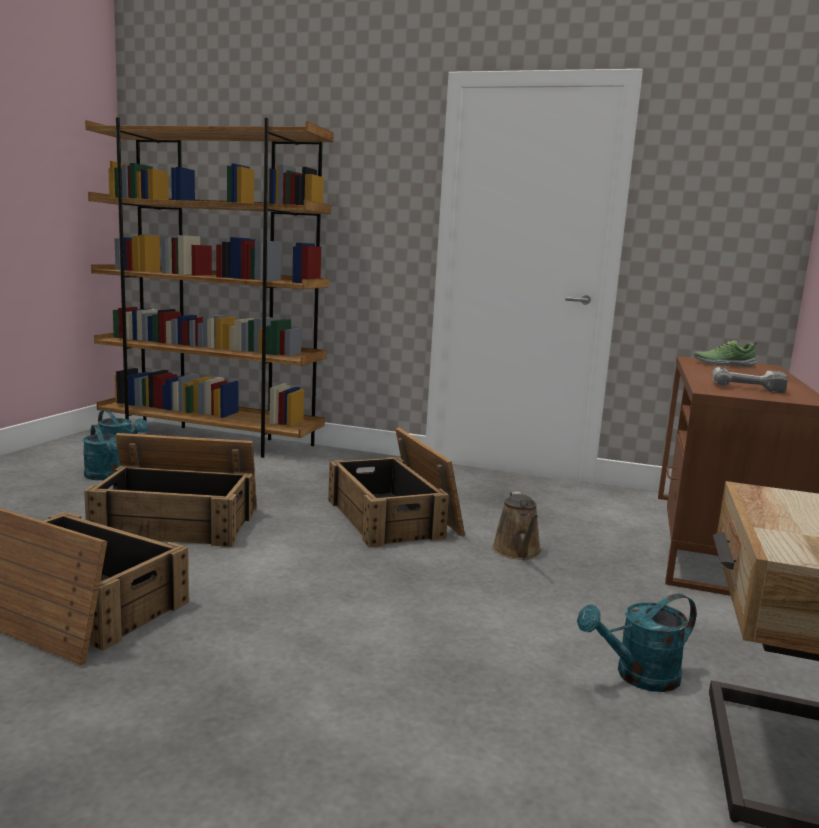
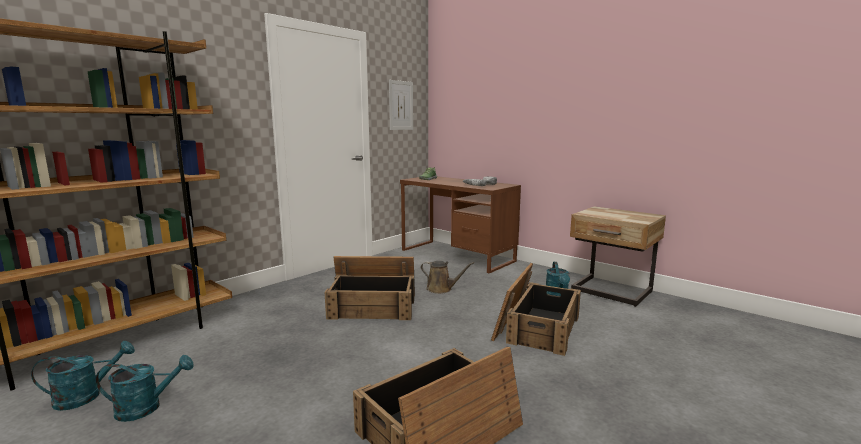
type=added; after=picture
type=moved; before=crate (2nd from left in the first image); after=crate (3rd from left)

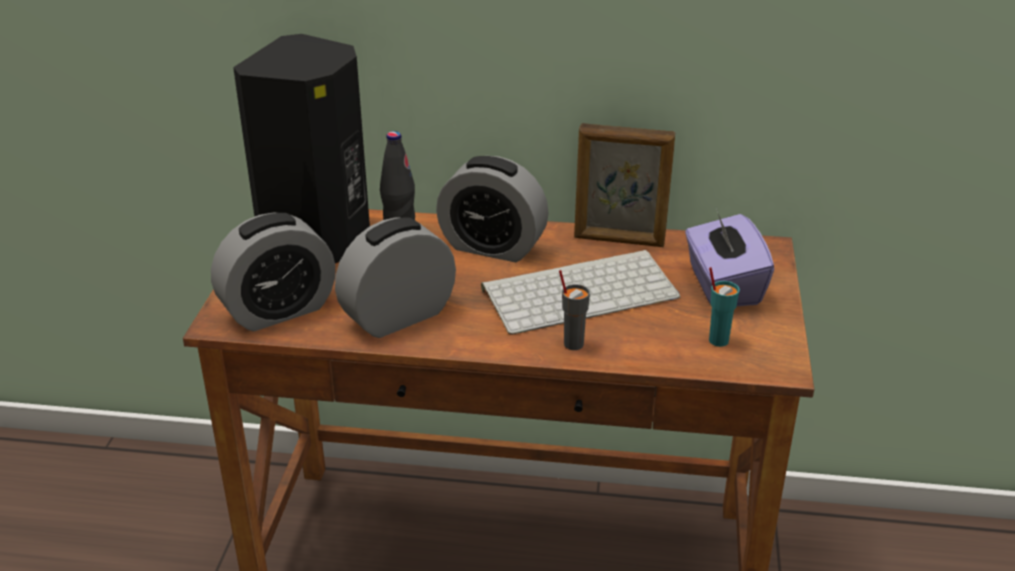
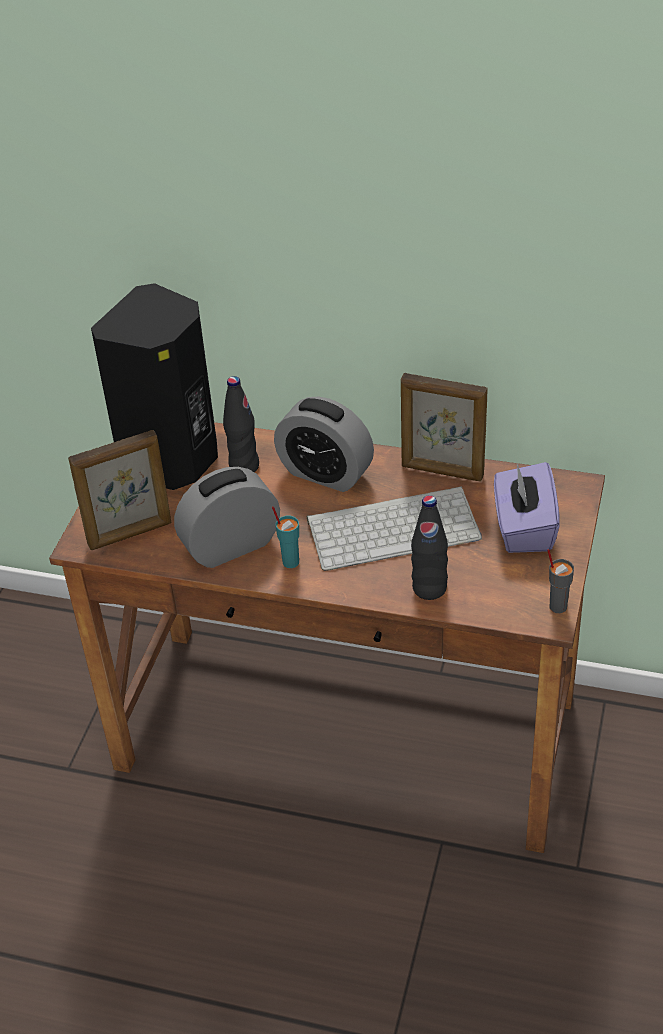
type=replaced; before=alarm clock (1st from left); after=picture frame (1st from left)
type=moved; before=turquoise cup
type=added; after=black bottle (2nd from left)
type=moved; before=grey cup

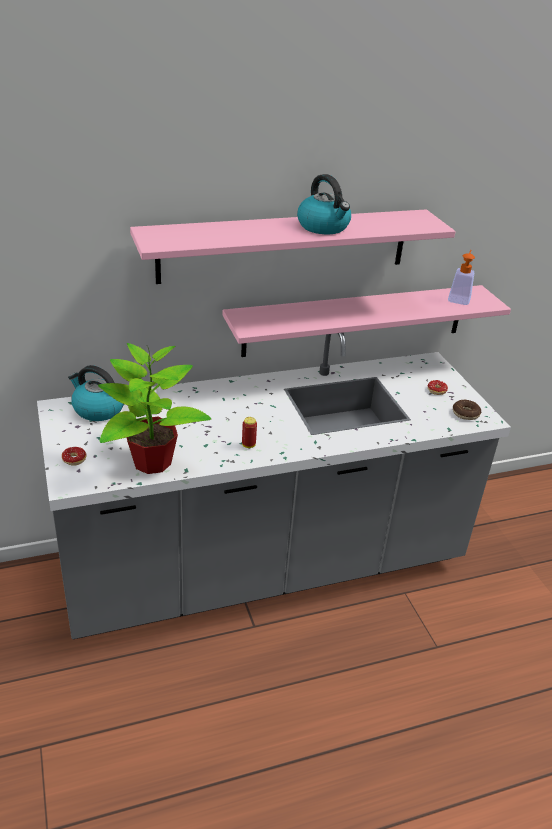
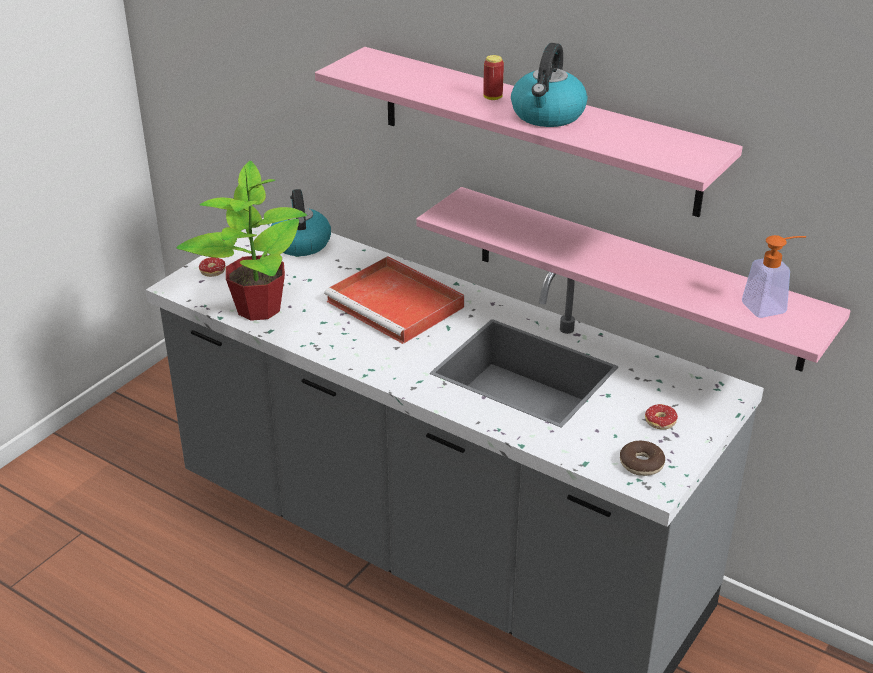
type=added; after=red tray
type=moved; before=can

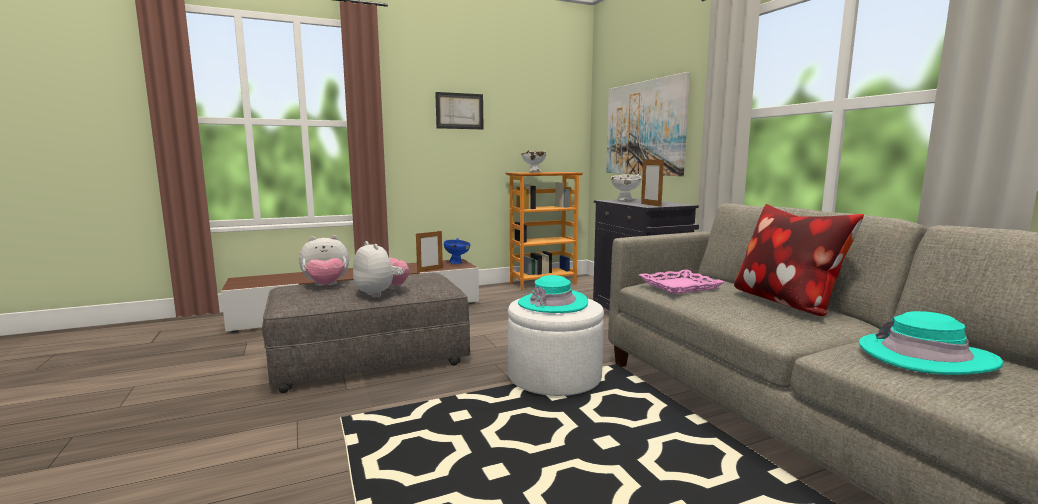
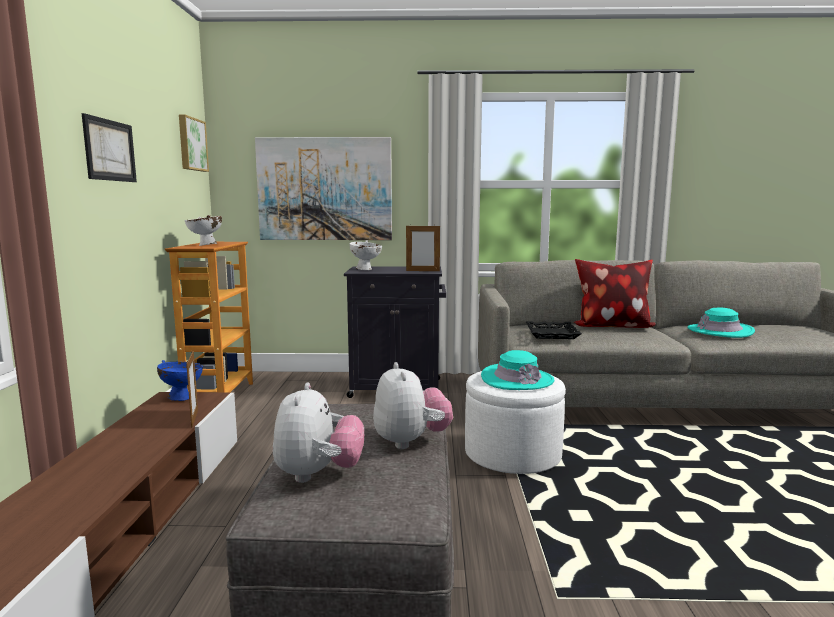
type=added; after=picture (2nd from left)
type=turned; before=plush toy (2nd from left); turn=90
type=recoloured; before=pink tray; after=black tray

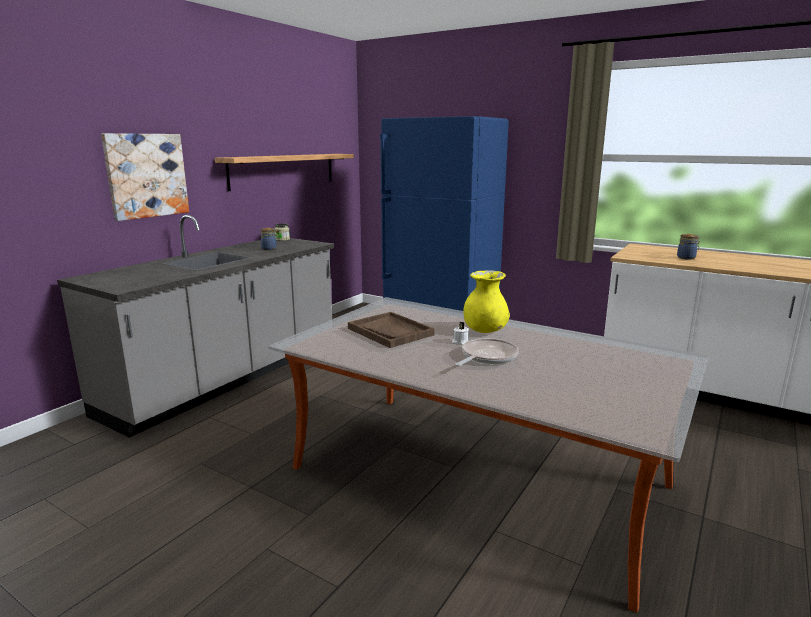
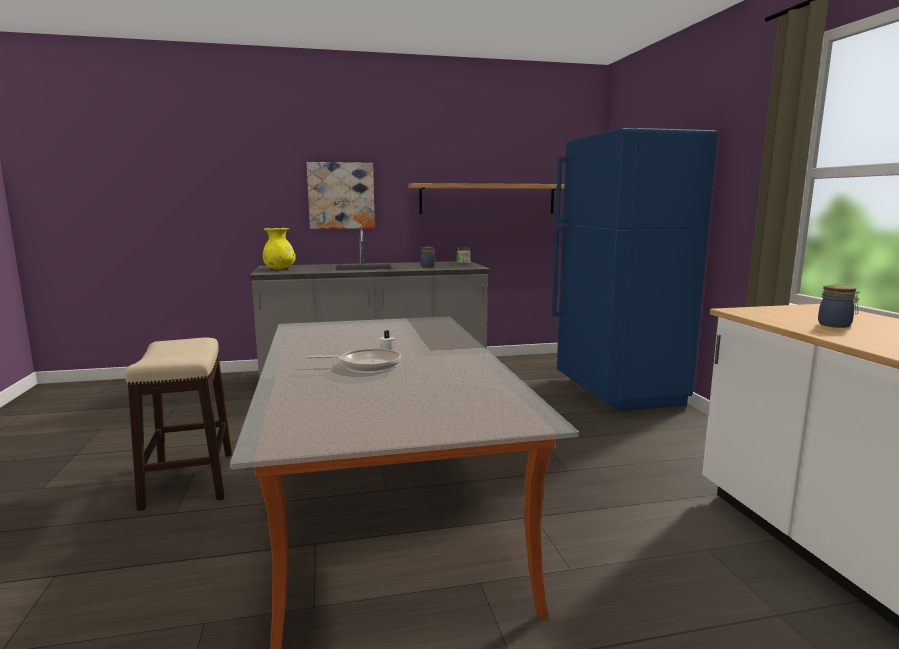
type=added; after=stool
type=moved; before=yellow vase
type=removed; before=brown tray

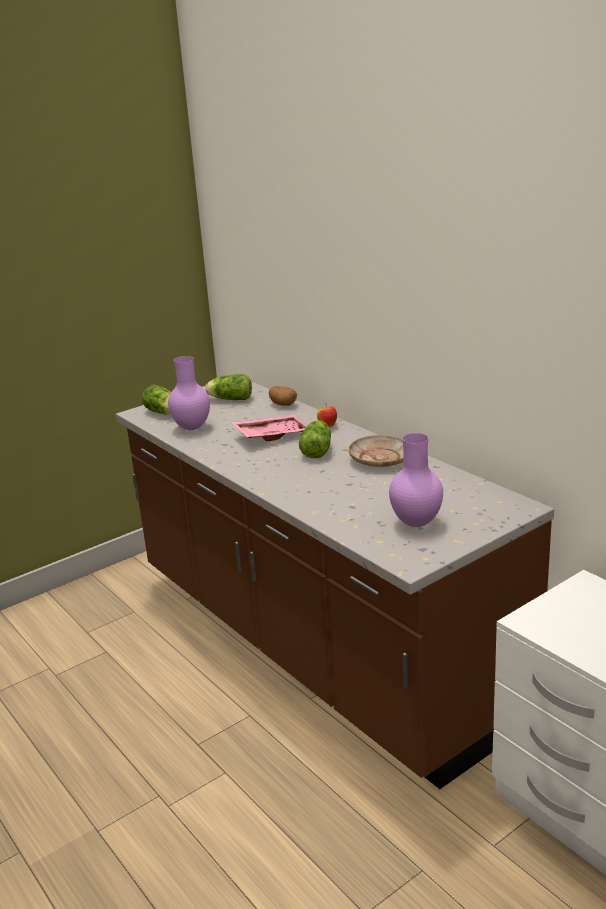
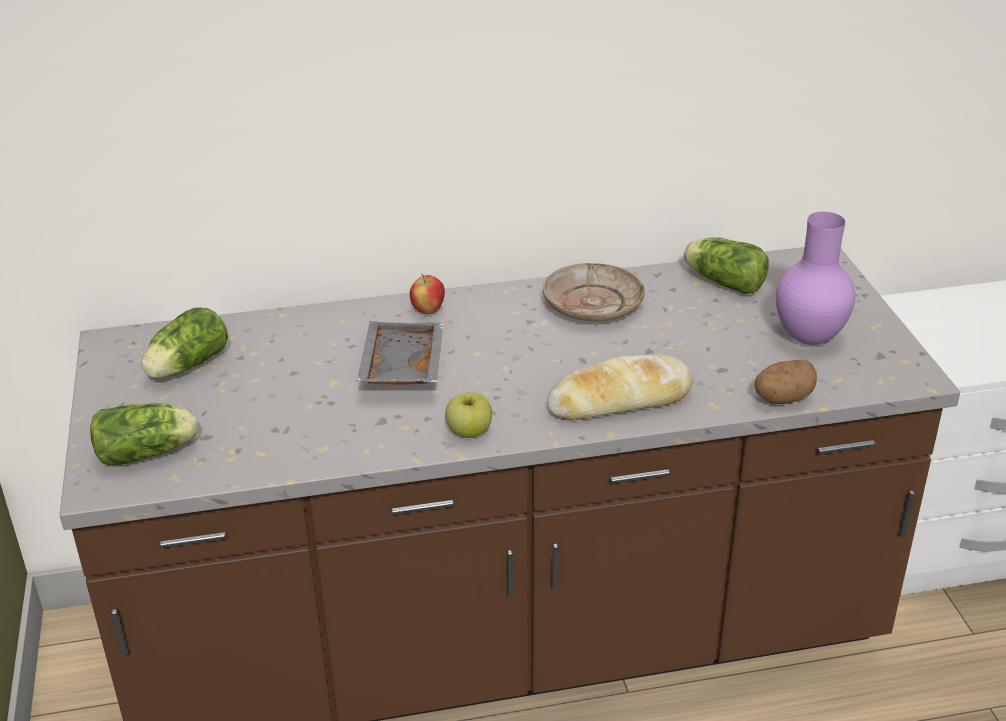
type=recoloured; before=pink tray; after=grey tray
type=added; after=apple (2nd from left)
type=added; after=bread
type=moved; before=lettuce (3rd from left)
type=moved; before=potato
type=removed; before=purple vase (1st from left)

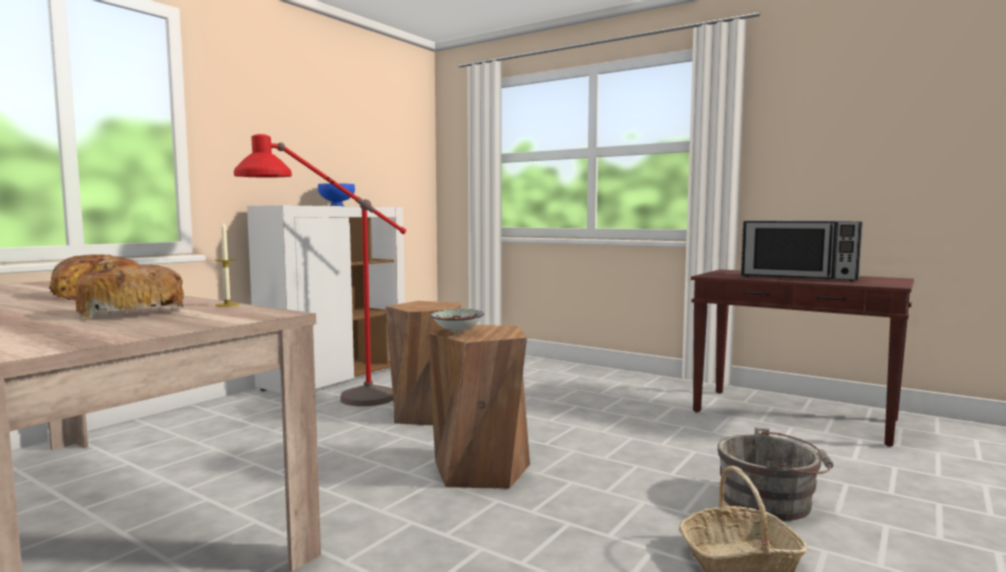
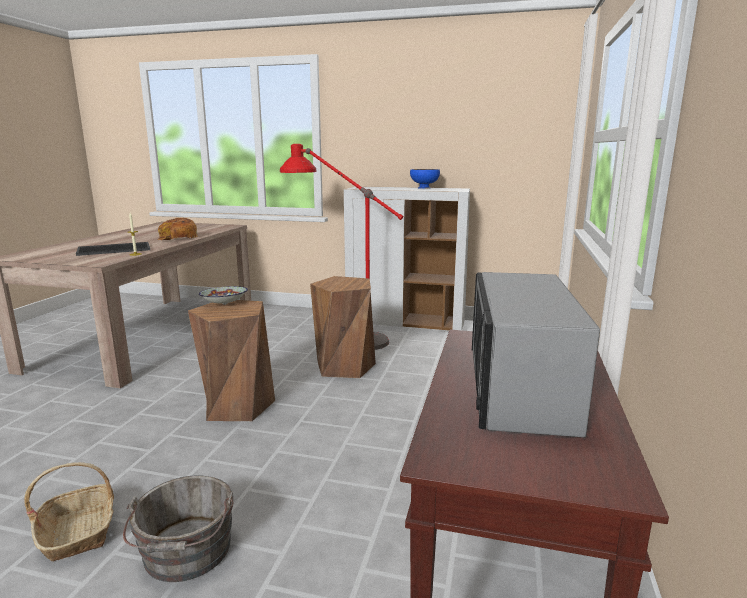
type=replaced; before=bread (2nd from left); after=tray

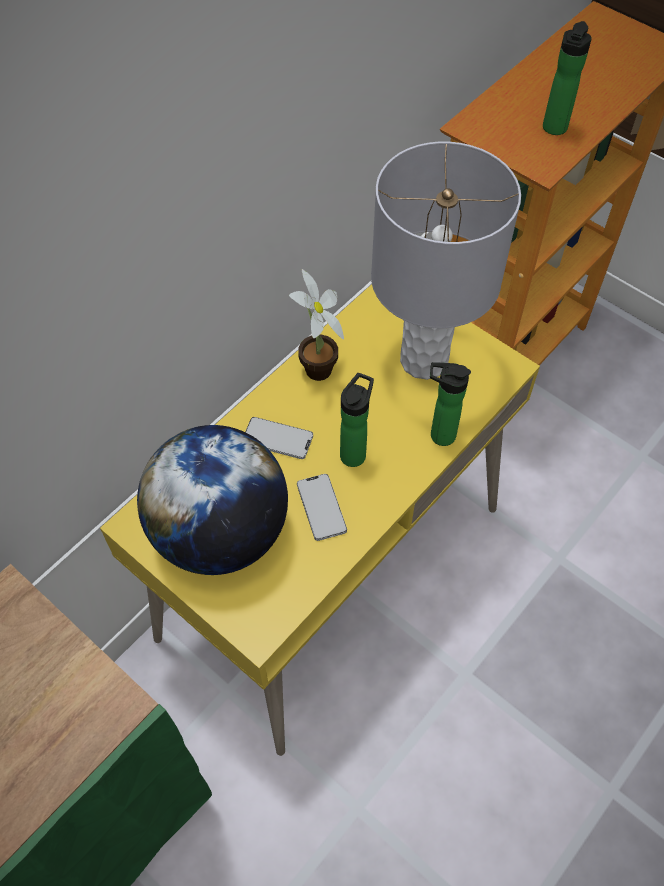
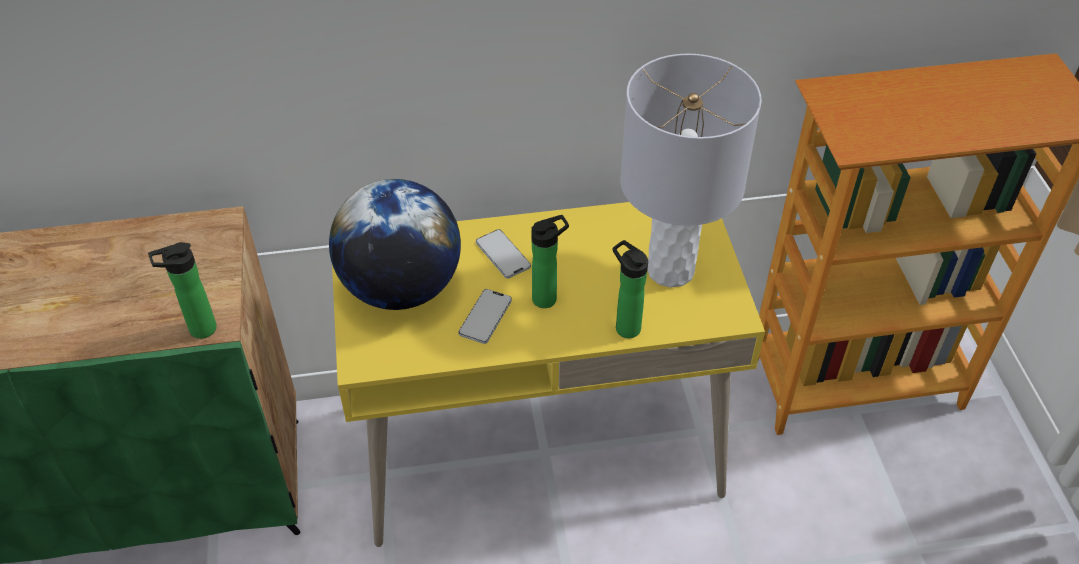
type=moved; before=bottle (3rd from left in the first image); after=bottle (1st from left)
type=removed; before=potted plant

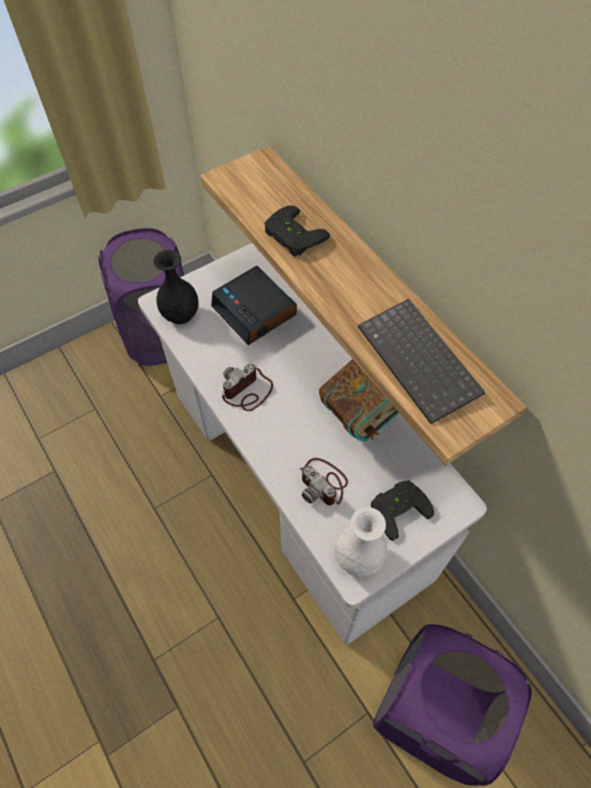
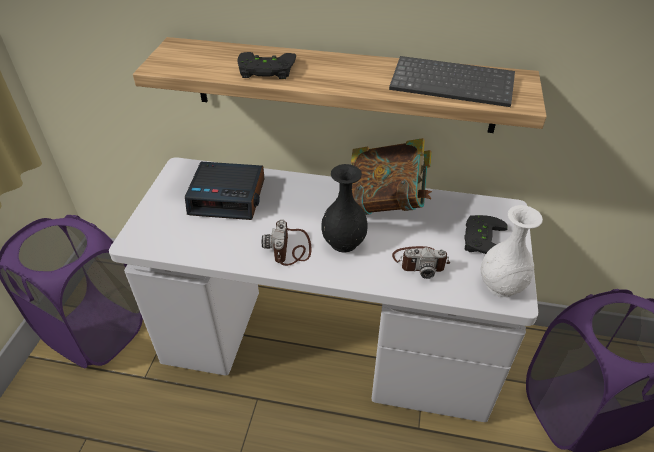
type=moved; before=black vase

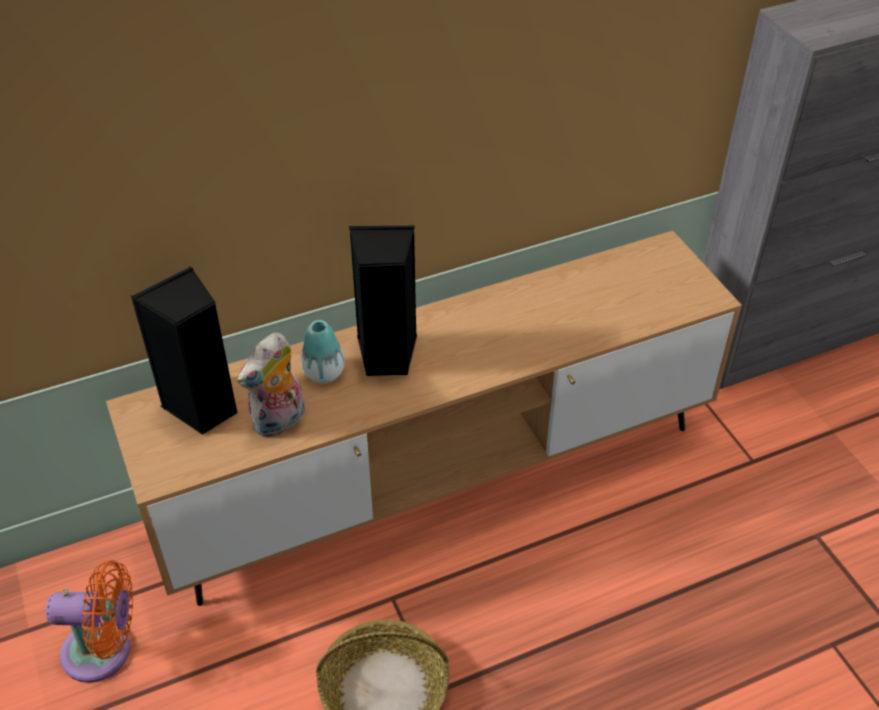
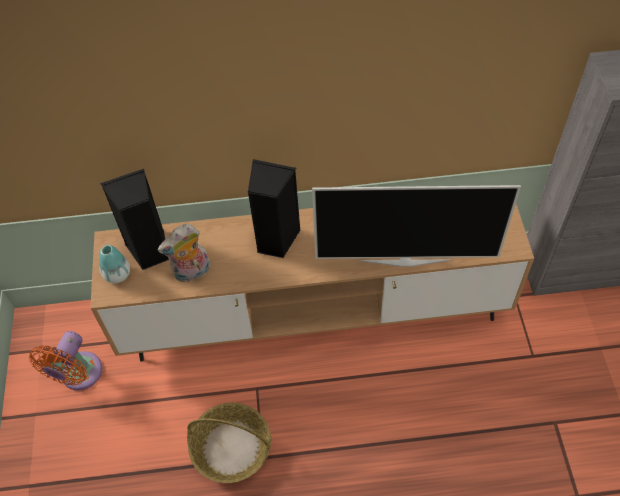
type=turned; before=orange fan; turn=90
type=moved; before=vase
type=added; after=television

